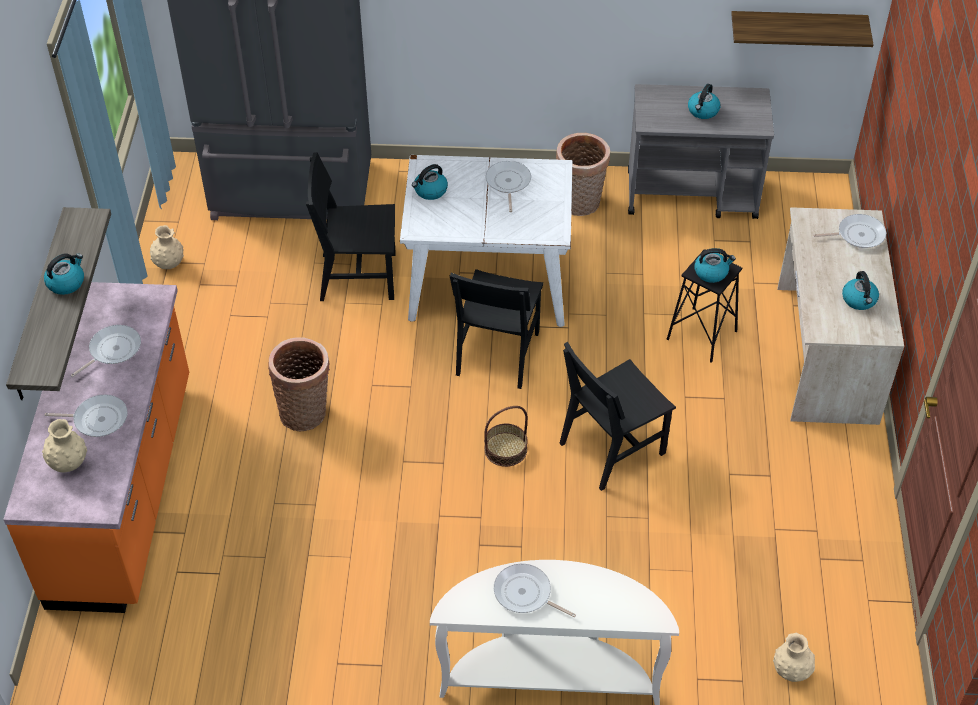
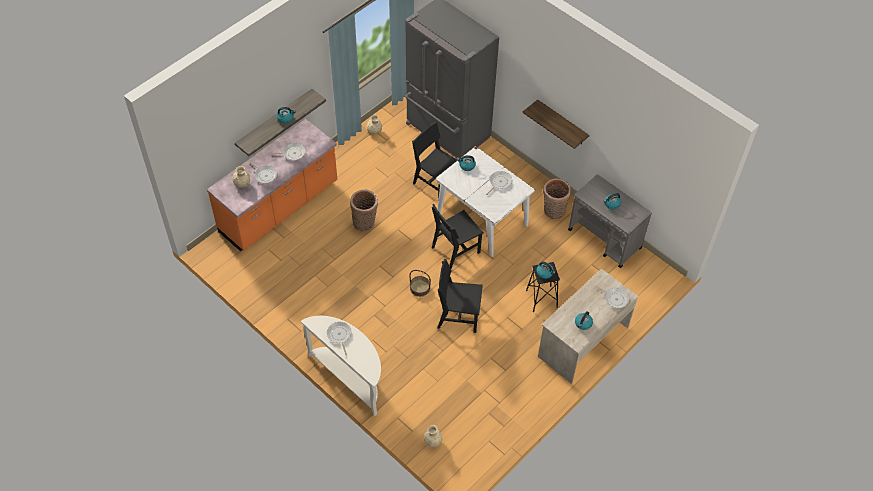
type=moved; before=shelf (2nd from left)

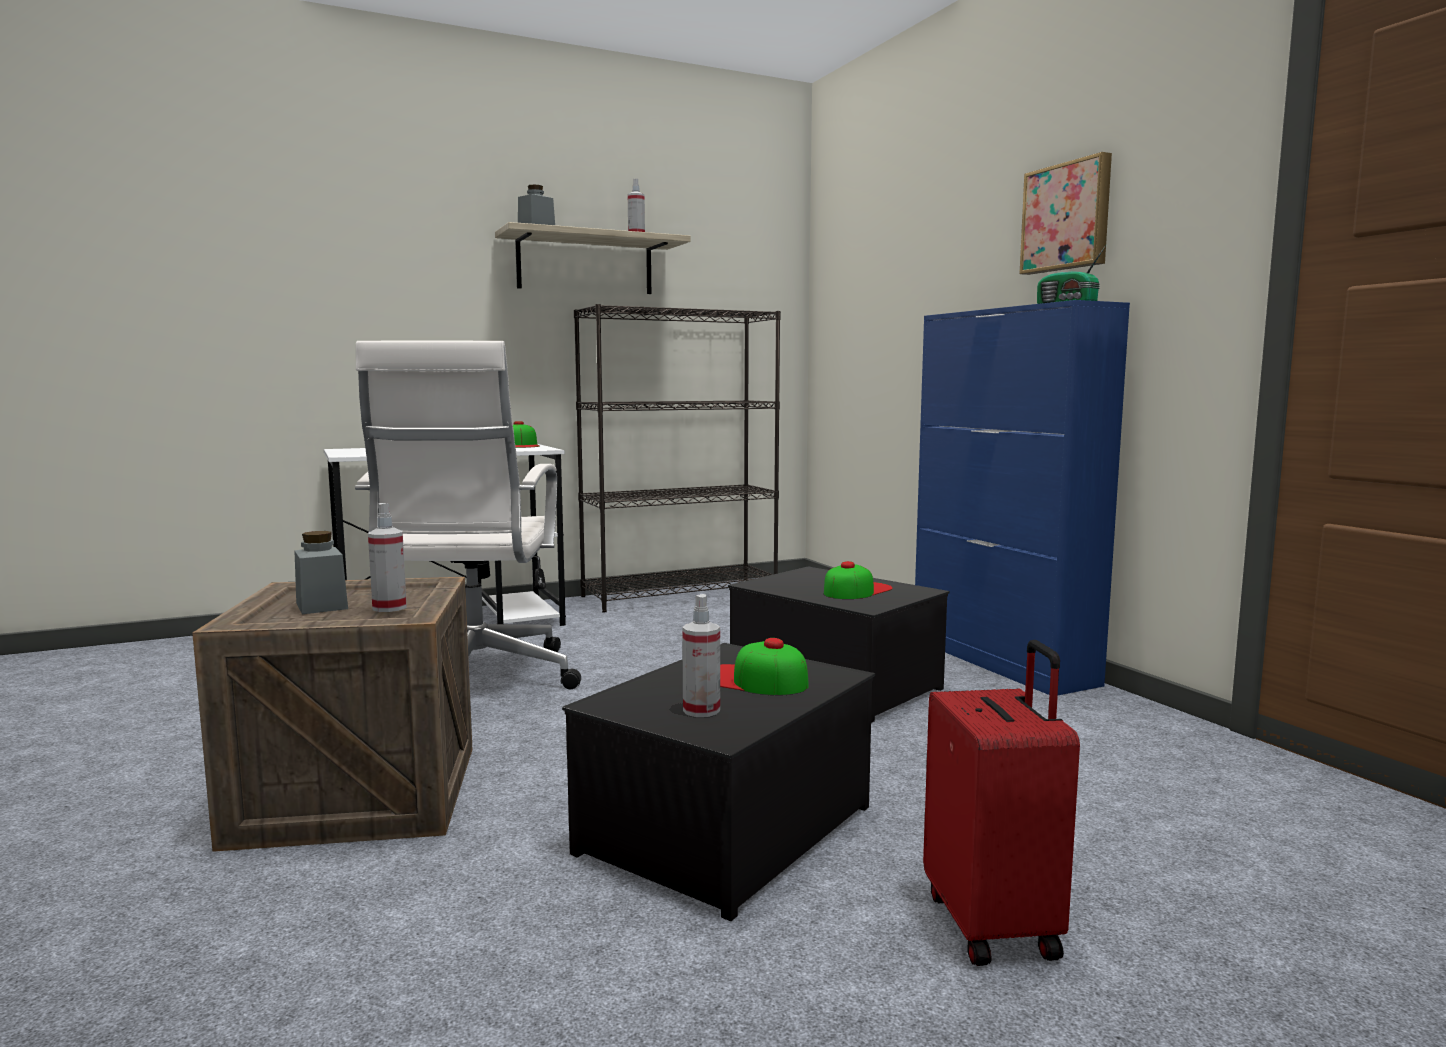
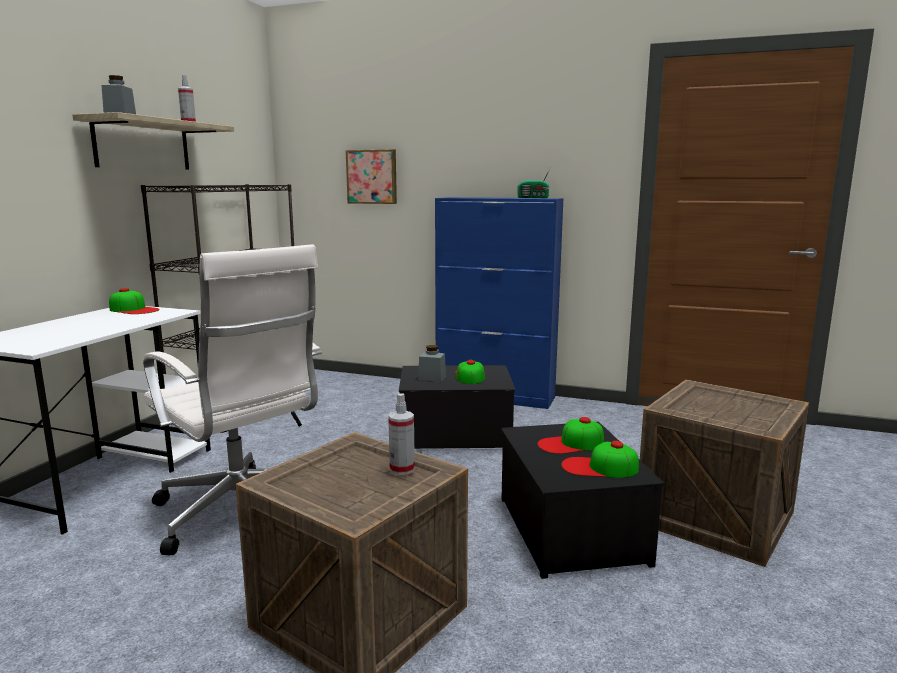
type=moved; before=picture
type=moved; before=grey jar (1st from left in the first image); after=grey jar (2nd from left)
type=replaced; before=spray bottle (3rd from left); after=cap (4th from left)
type=replaced; before=red suitcase; after=crate (2nd from left)

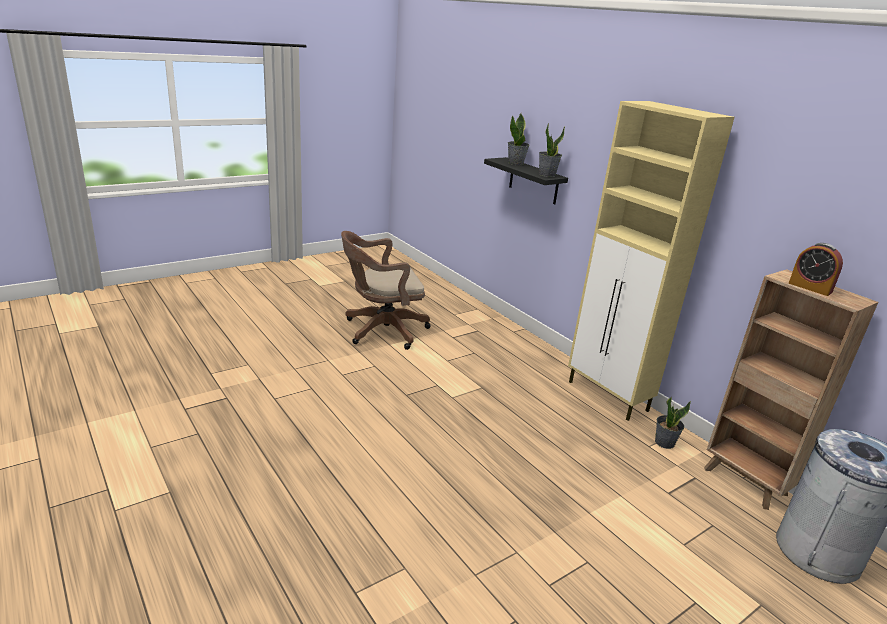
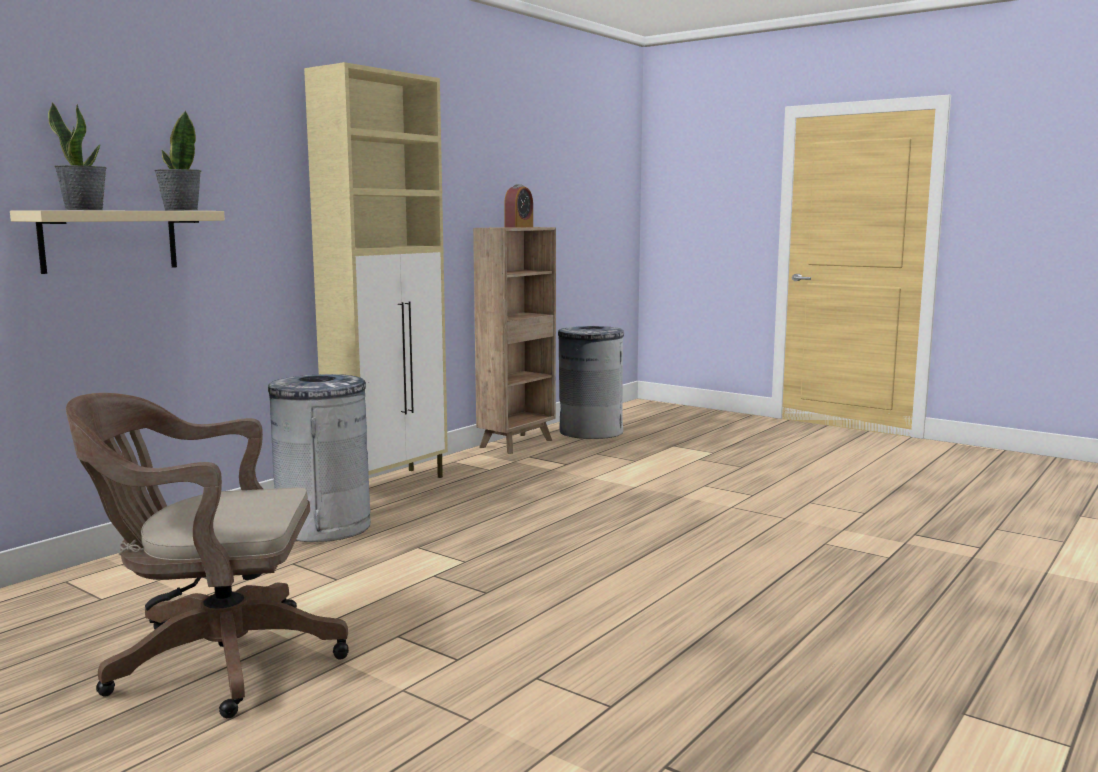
type=recoloured; before=black shelf; after=beige shelf
type=turned; before=brown office chair; turn=120
type=added; after=grey trash can (1st from left)
type=removed; before=potted plant (3rd from left)

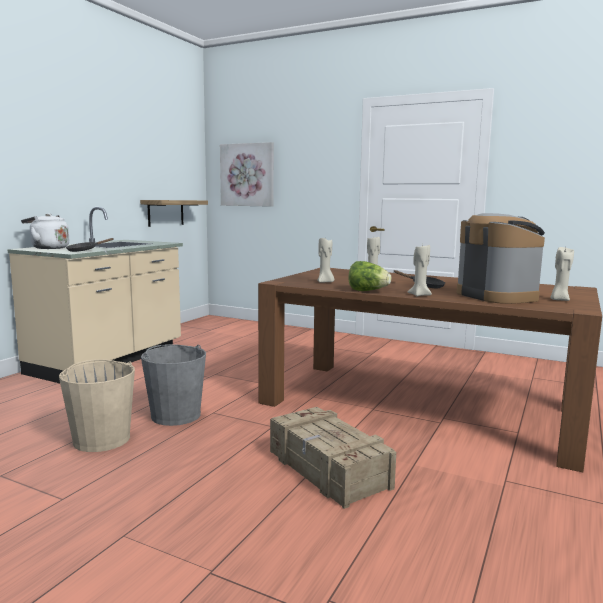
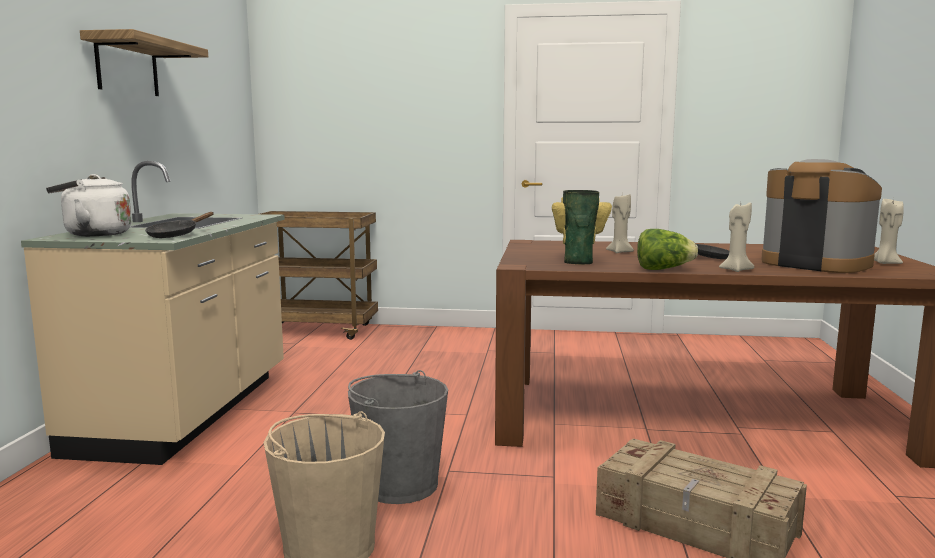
type=moved; before=shelf
type=added; after=brown cart
type=replaced; before=beige candle (1st from left); after=vase
type=removed; before=picture

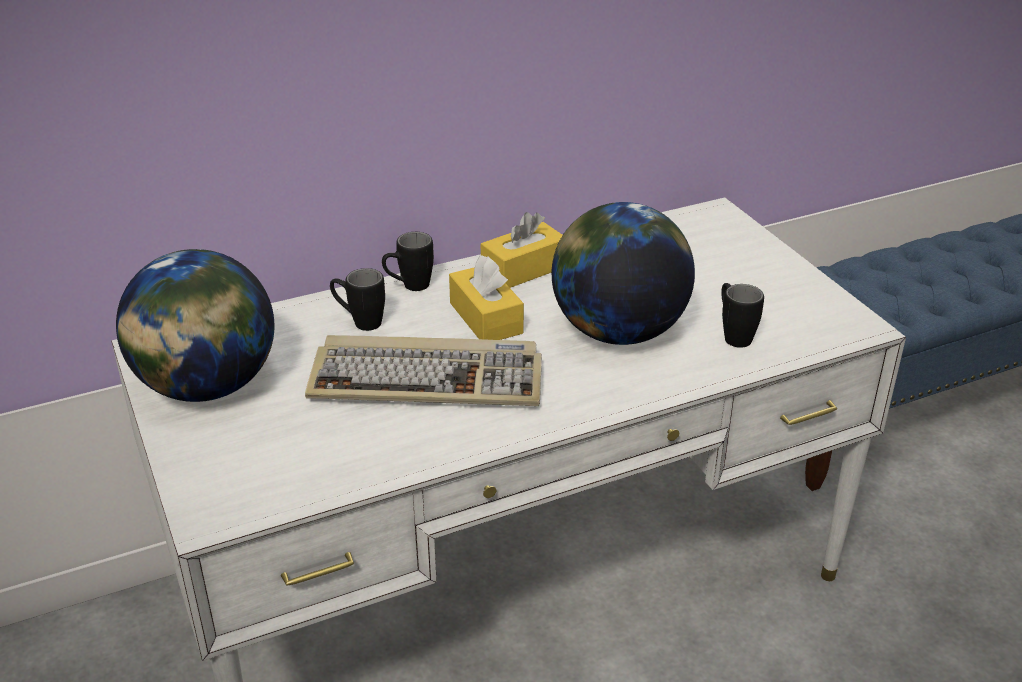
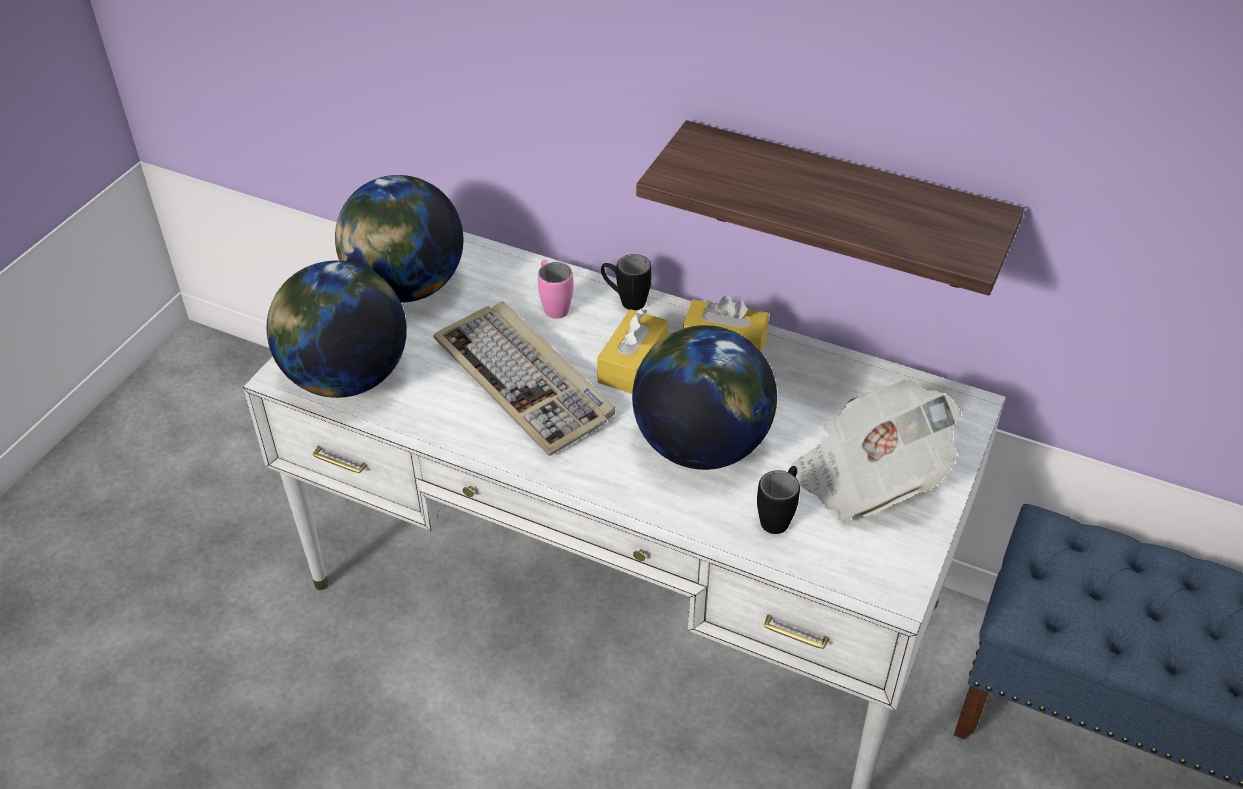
type=added; after=globe (1st from left)
type=recoloured; before=black mug (1st from left); after=pink mug
type=added; after=shelf
type=added; after=newspaper

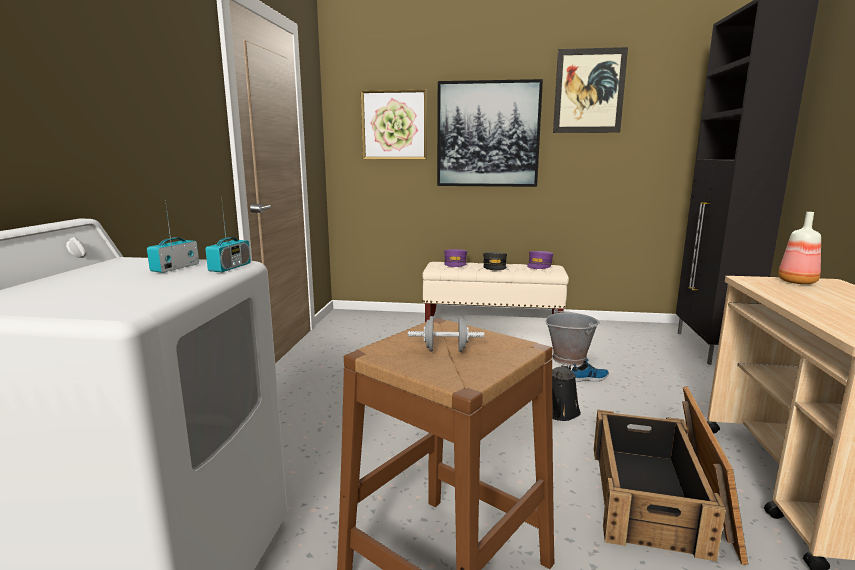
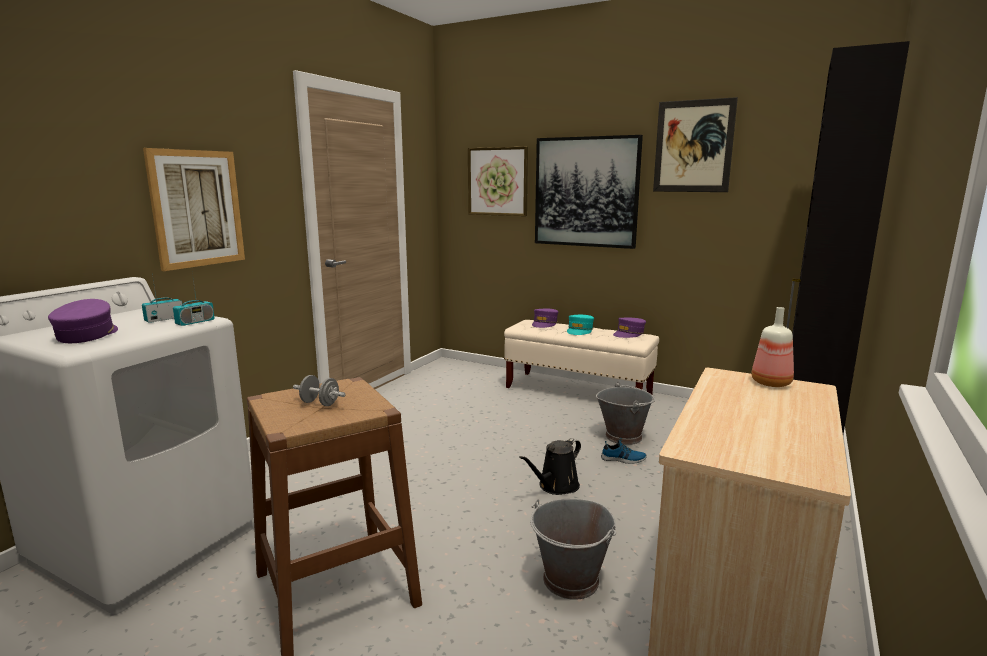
type=added; after=purple cap (1st from left)
type=added; after=picture (1st from left)
type=replaced; before=crate; after=grey bucket (1st from left)
type=recoloured; before=grey cap; after=turquoise cap

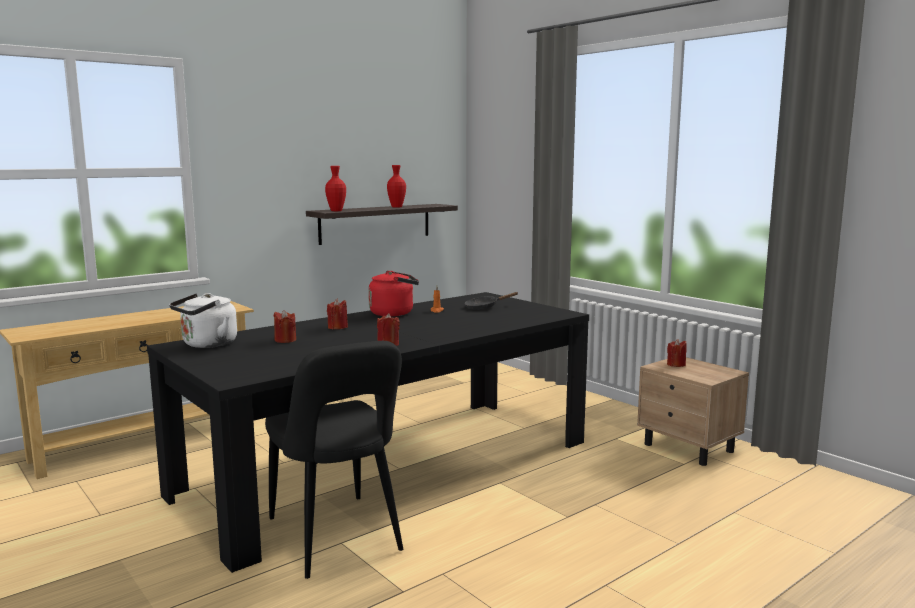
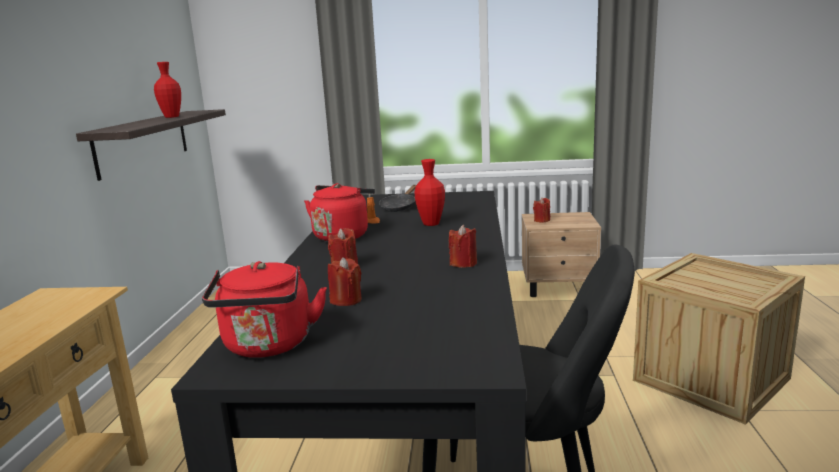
type=recoloured; before=white kettle; after=red kettle (1st from left)
type=moved; before=red vase (1st from left in the first image); after=red vase (2nd from left)
type=added; after=crate

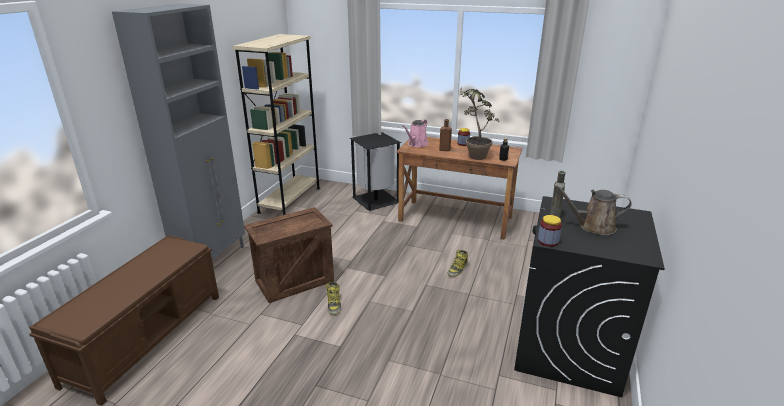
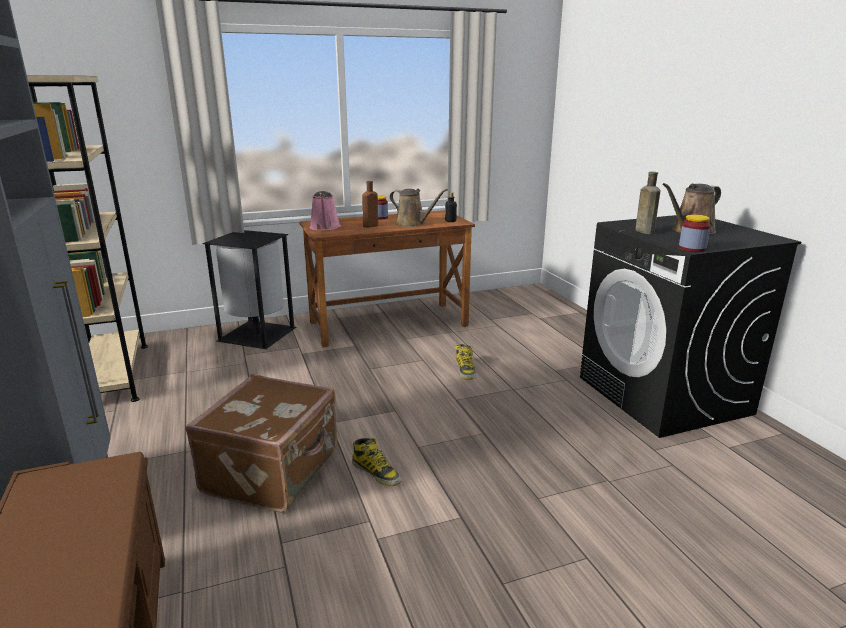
type=replaced; before=crate; after=brown suitcase
type=replaced; before=potted plant; after=brown watering can (1st from left)

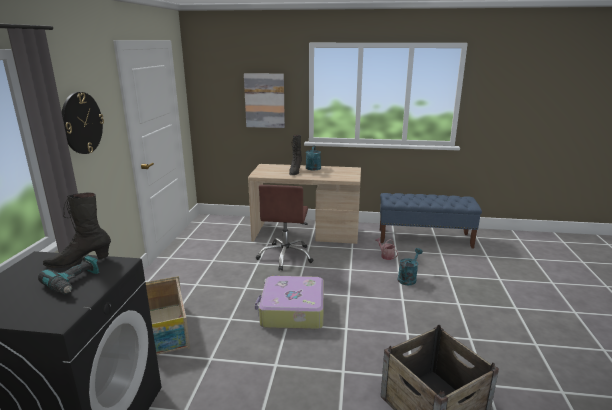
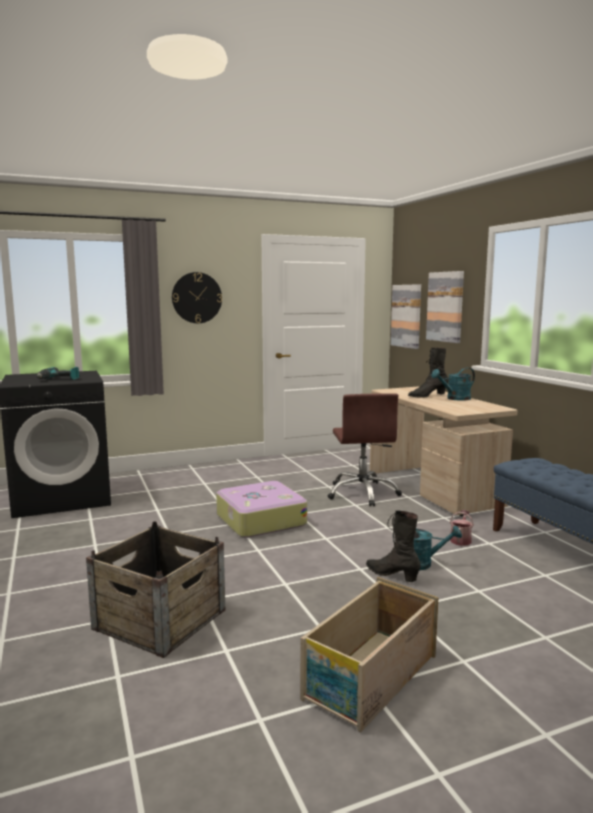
type=moved; before=crate (1st from left in the first image); after=crate (2nd from left)
type=turned; before=brown office chair; turn=-75
type=moved; before=black boot (1st from left)
type=added; after=picture (1st from left)

